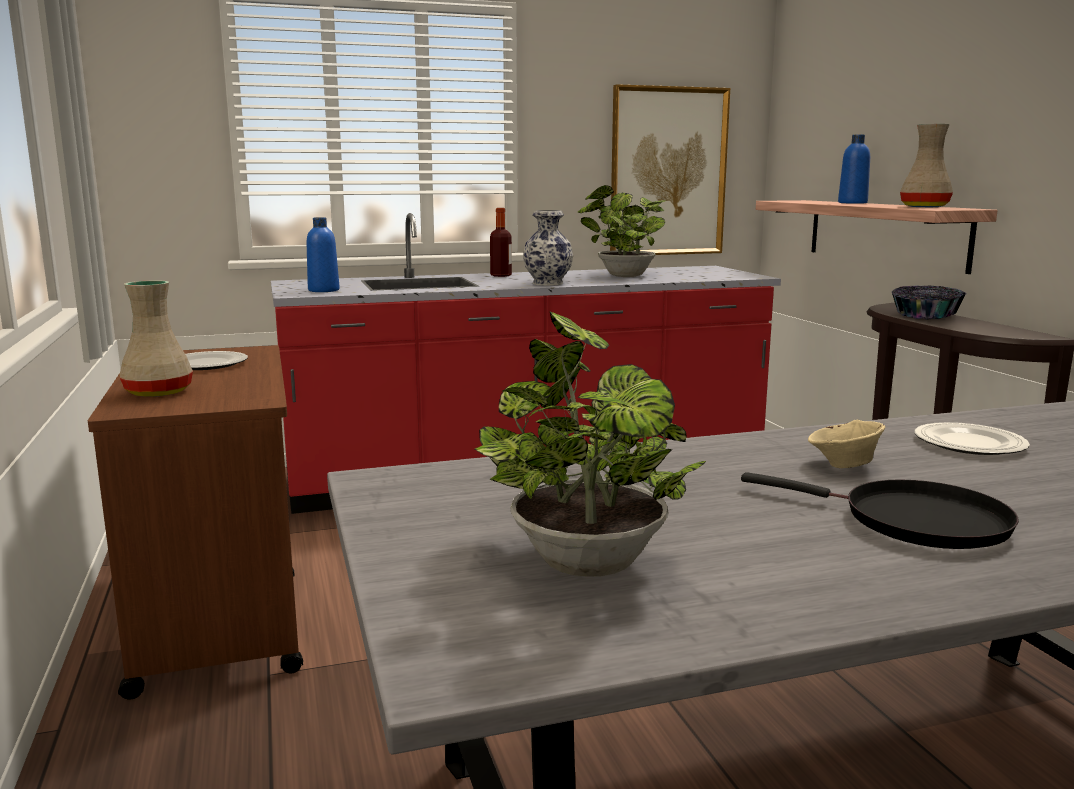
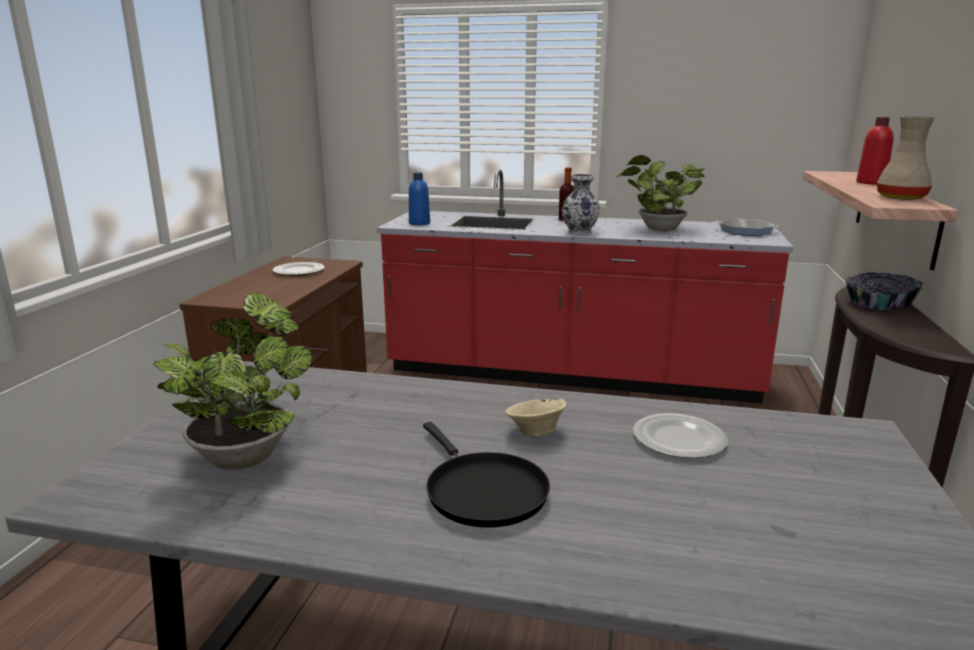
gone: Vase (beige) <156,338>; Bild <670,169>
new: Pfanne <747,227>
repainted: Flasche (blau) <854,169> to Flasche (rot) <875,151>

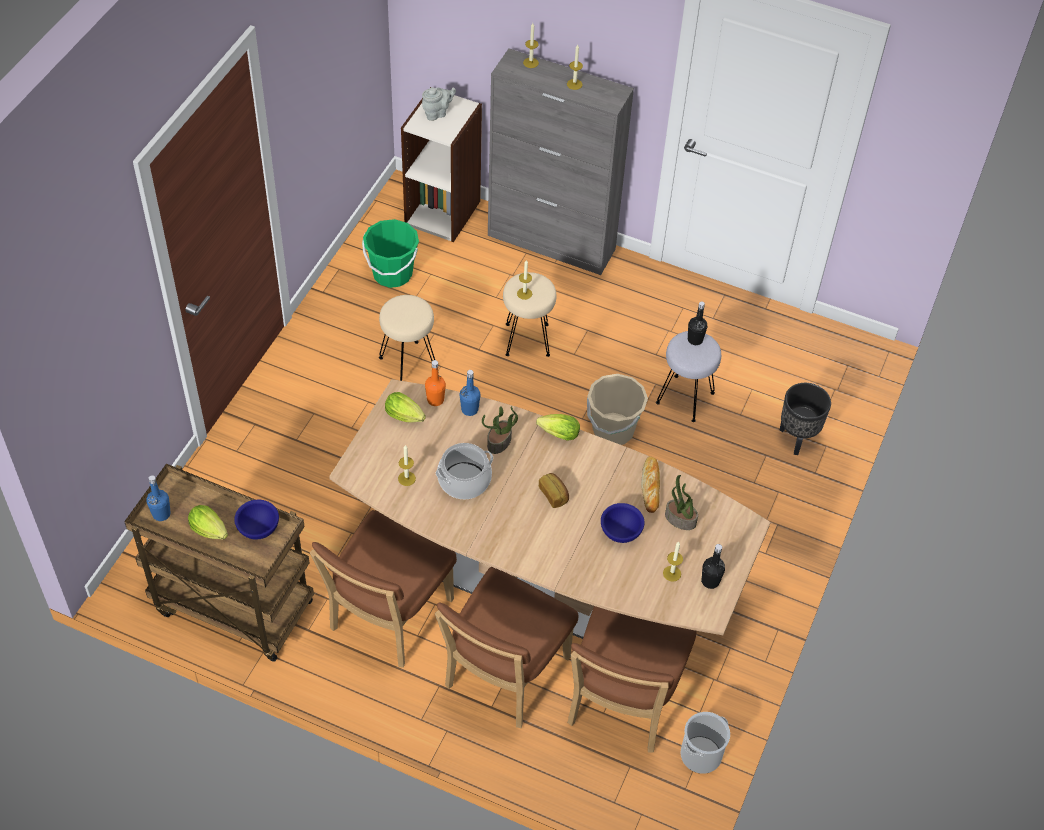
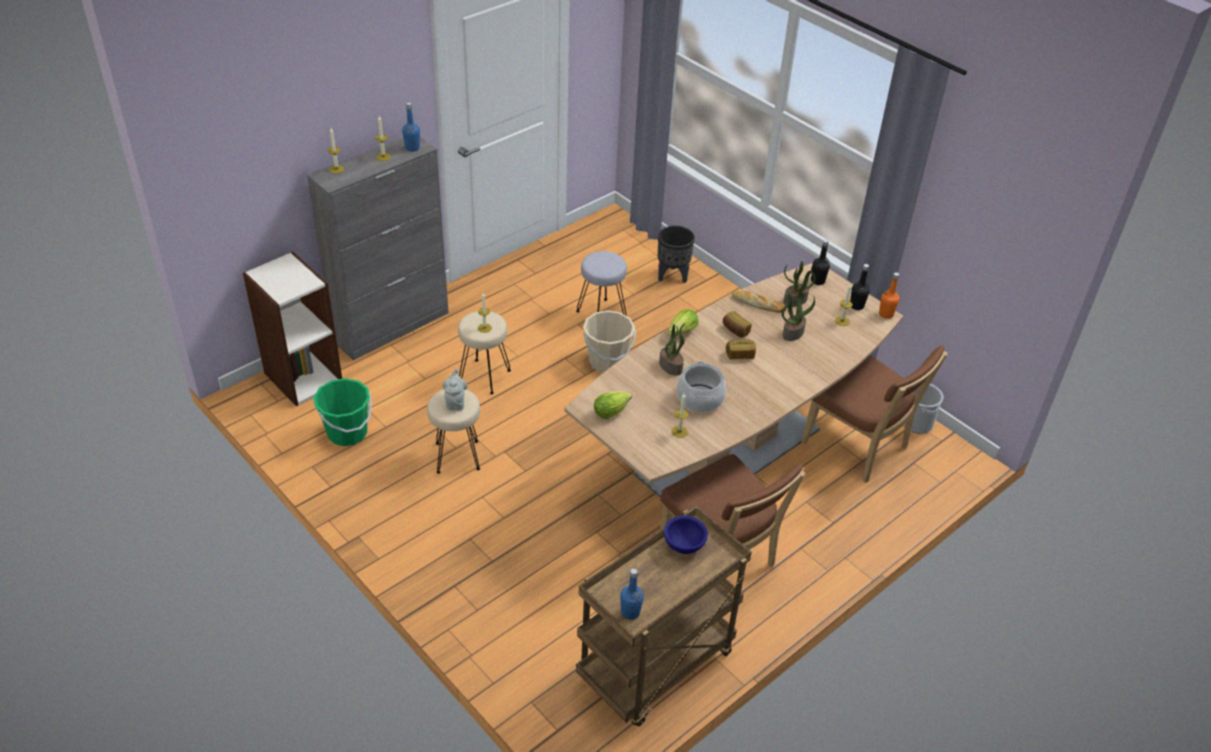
gone: Salatkopf <208,522>; Stuhl (braun) <506,647>
new: Brot <737,324>
shifted: Teekanne (grau) <439,104> to <454,389>; Flasche (orange) <435,383> to <889,295>; Flasche (blau) <470,393> to <411,127>; Flasche (schwarz) <697,323> to <820,262>
swapped: Schüssel (blau) <623,523> to Topfpflanze <798,315>

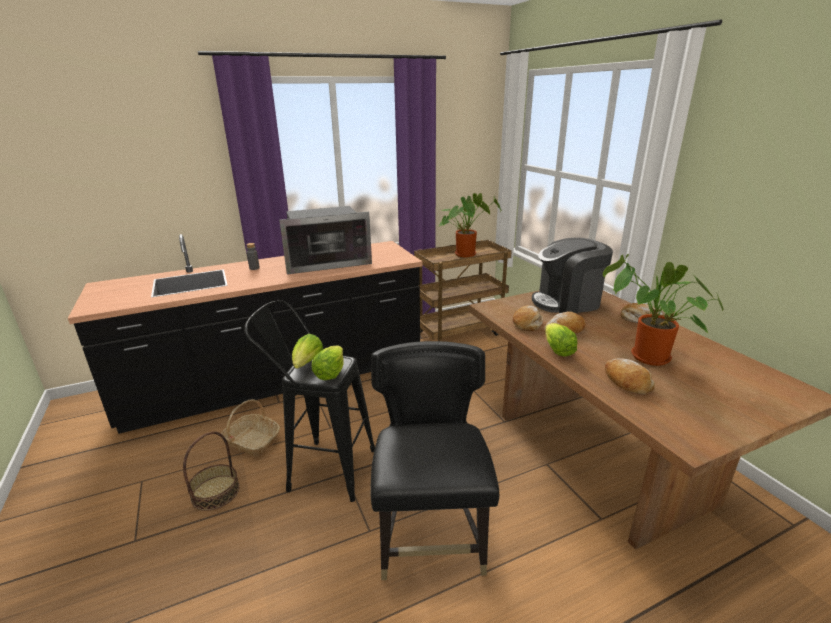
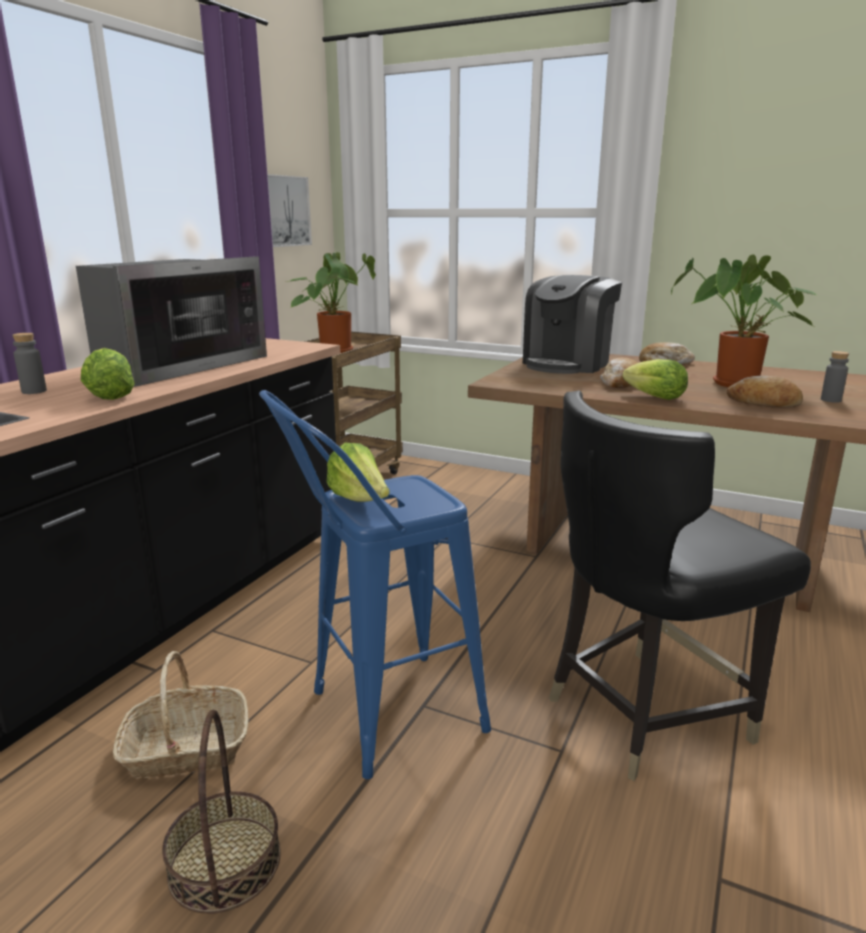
gone: Brot <528,318>
new: Bild <289,210>; Flasche (grau) <835,377>
shifted: Salatkopf <327,363> to <108,374>
repainted: Hocker (schwarz) <309,401> to Hocker (blau) <375,584>
rotated: Stuhl (schwarz) <434,460> = <680,586> 75 degrees counterclockwise

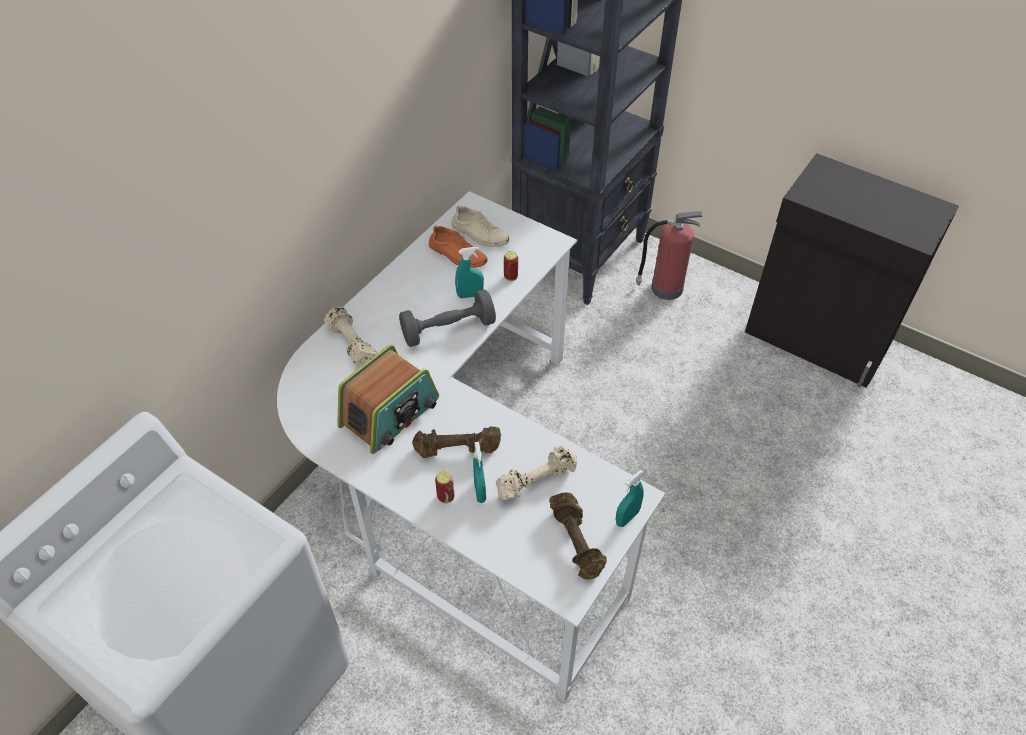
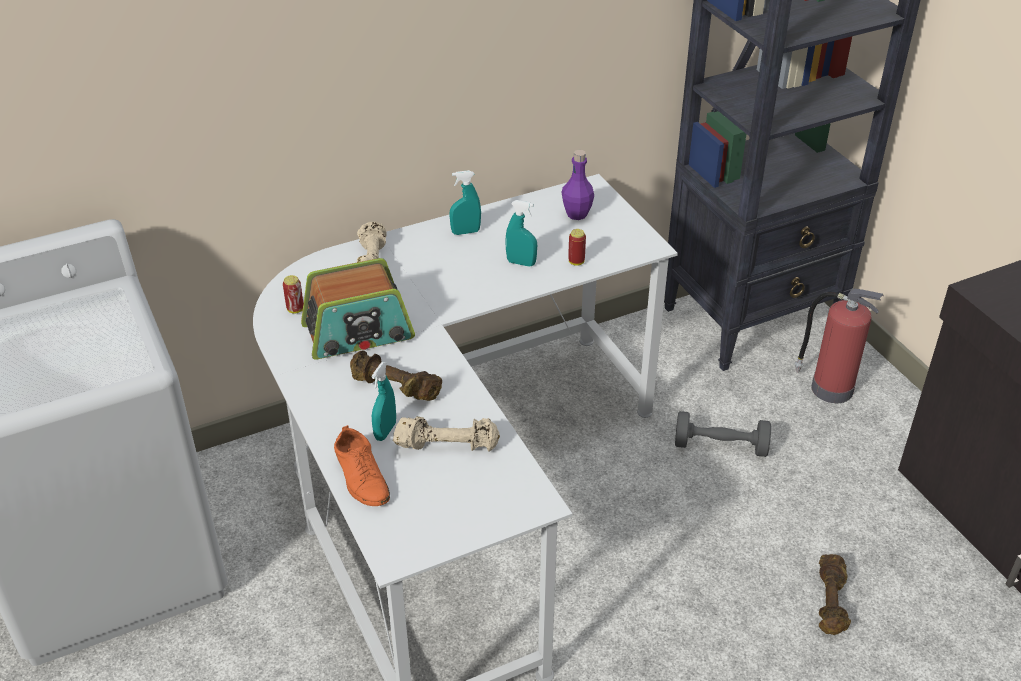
shifted: Hantel (grau) <447,318> to <723,434>; Schuh (orange) <458,246> to <362,465>; Dose <444,487> to <293,294>; Hantel (braun) <578,536> to <835,594>; Sprühflasche (türkis) <630,498> to <465,202>
swapped: Schuh (beige) <480,226> to Flasche (lila) <578,185>

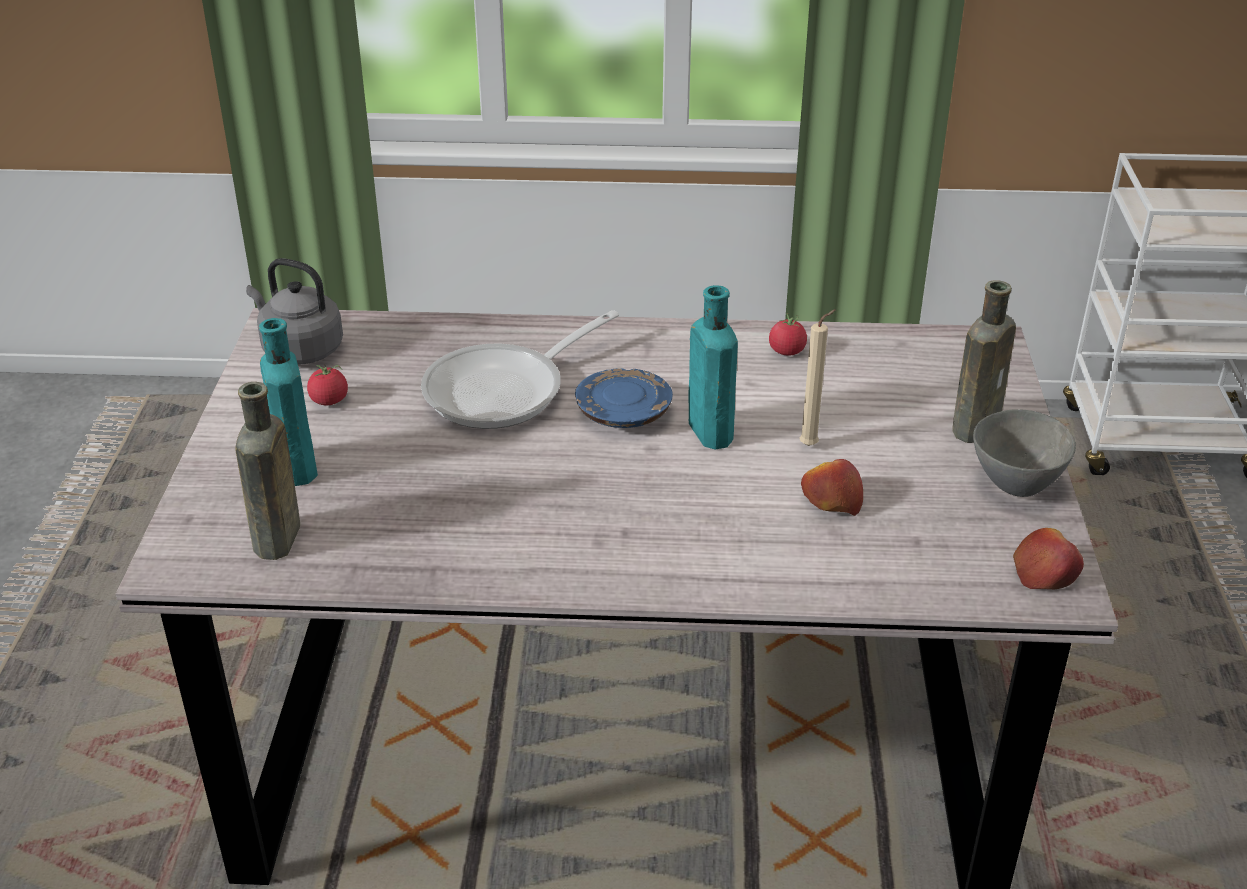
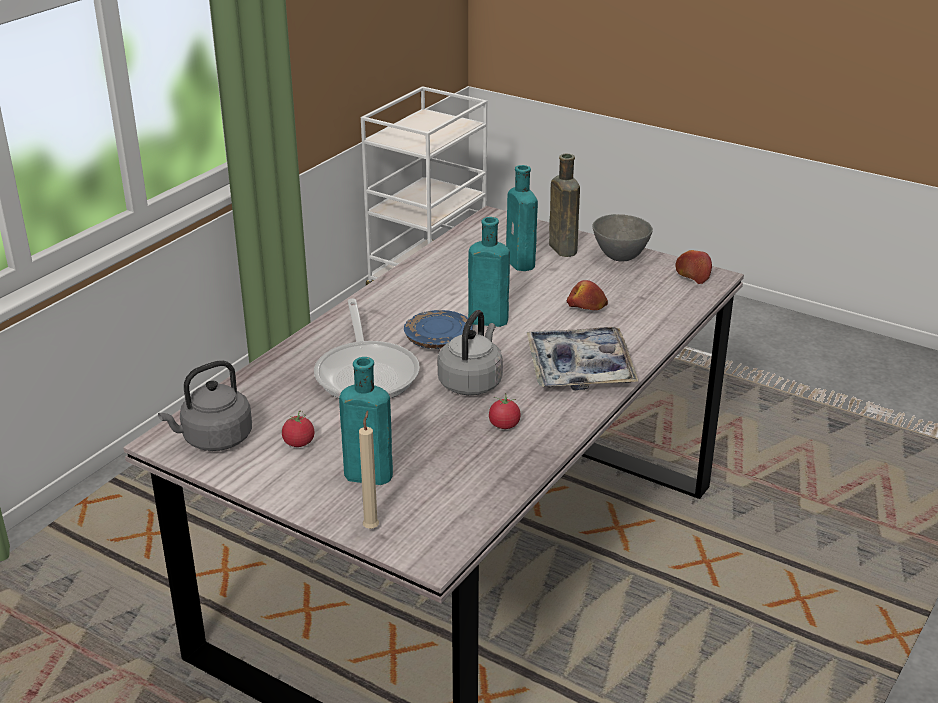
gone: Flasche (braun) <267,471>
new: Wasserkessel (grau) <470,352>; Flasche (türkis) <522,218>; Tablett <582,359>
shifted: Tomate <788,334> to <505,411>; Kerze (beige) <818,377> to <369,470>

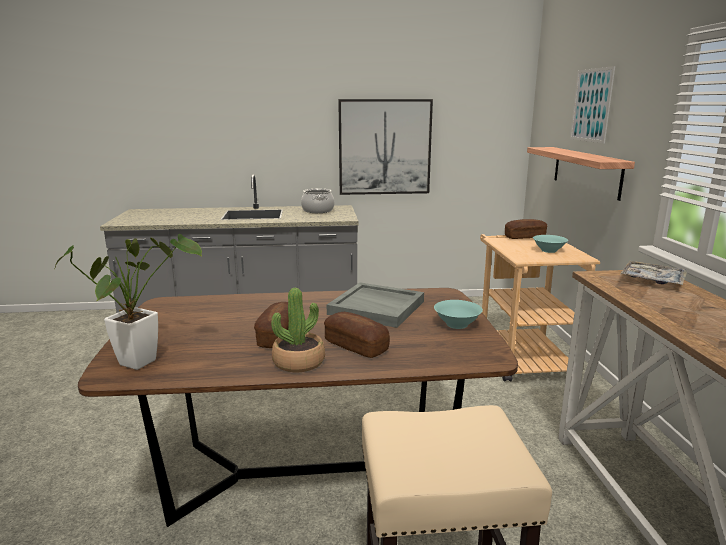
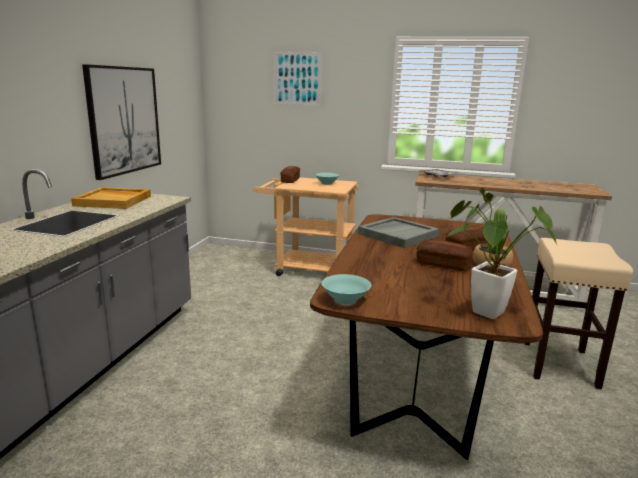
gone: Wandregal <581,174>
shifted: Schüssel (türkis) <458,314> to <346,289>
swapped: Kochtopf <318,201> to Tablett (beige) <111,198>

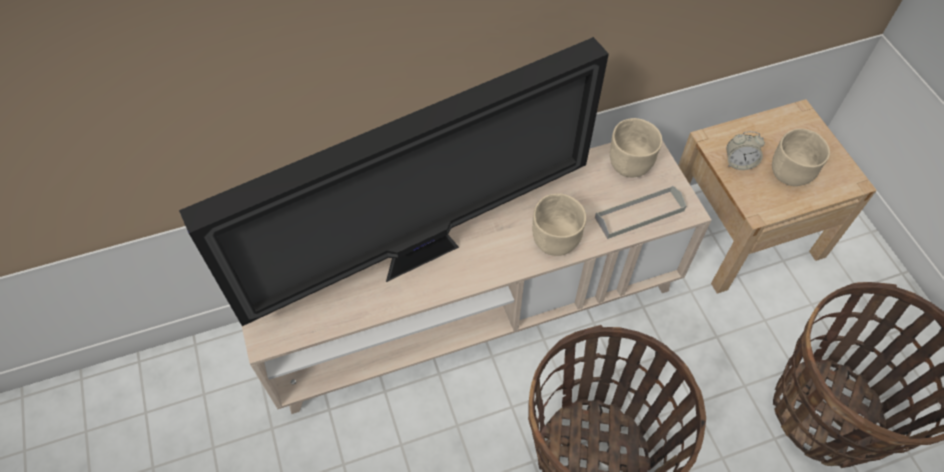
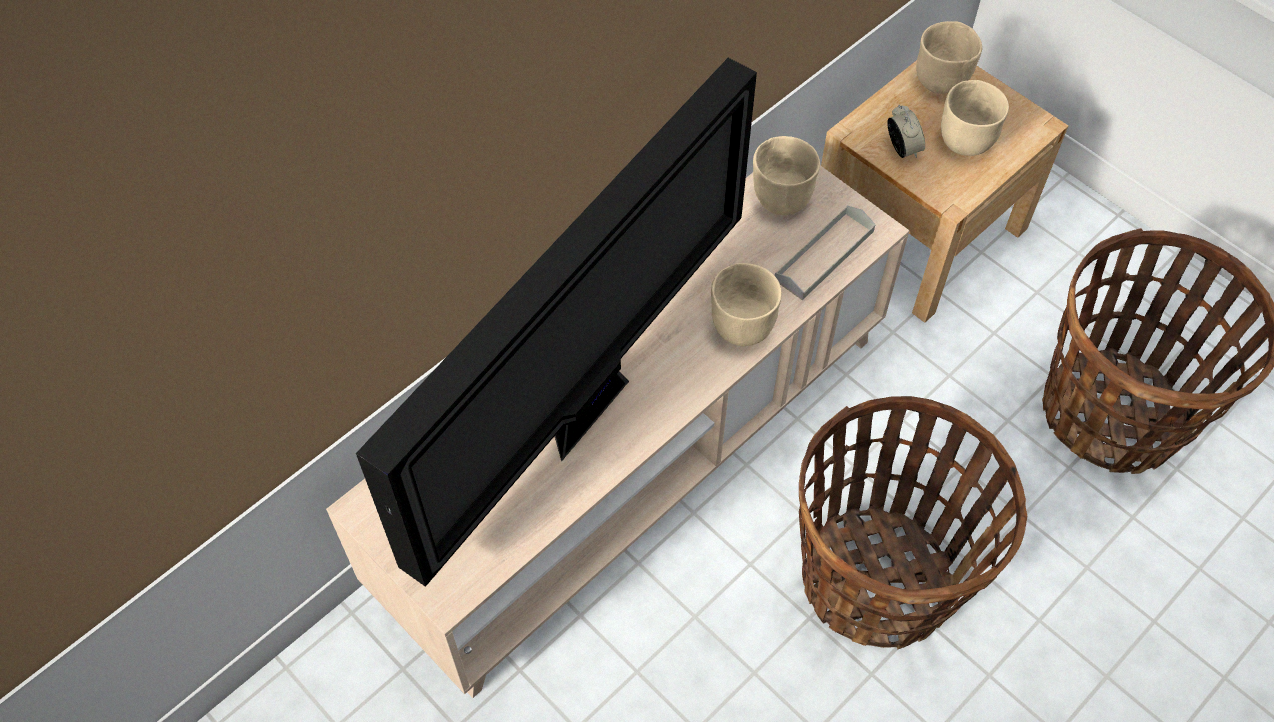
new: Schüssel (beige) <949,57>
rotated: Wecker <745,150> = <906,131> 90 degrees counterclockwise

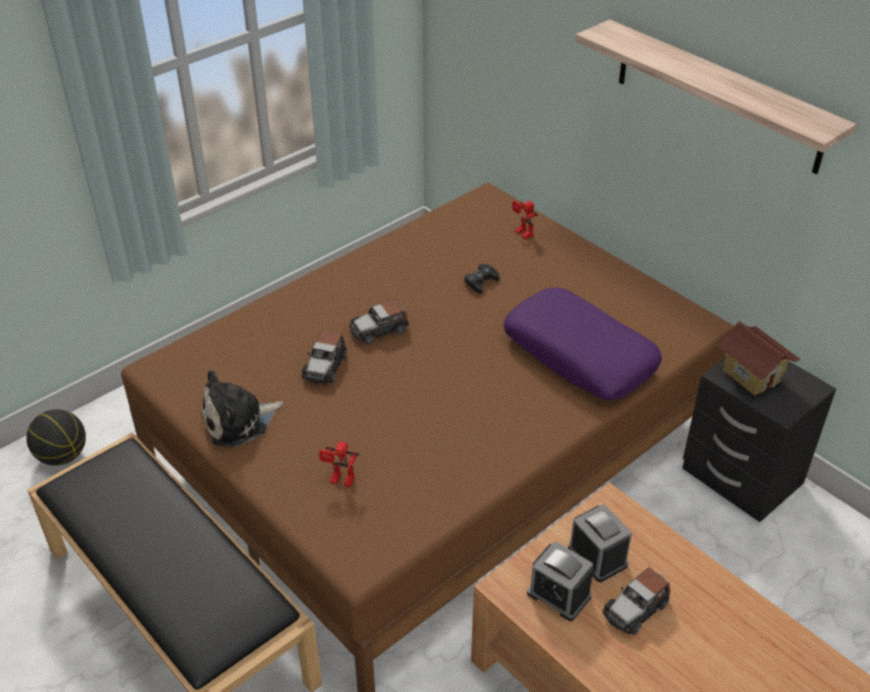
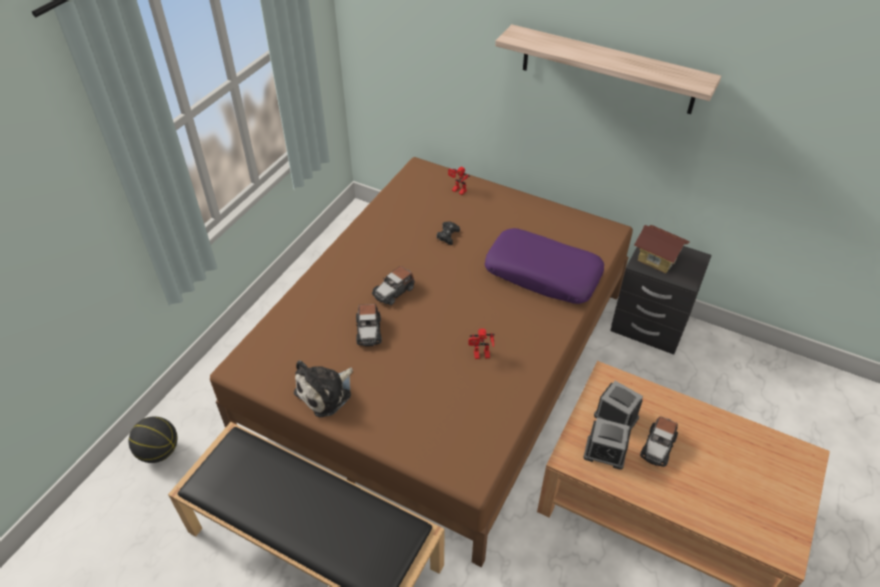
shifted: Spielzeugroboter <339,464> to <481,344>

